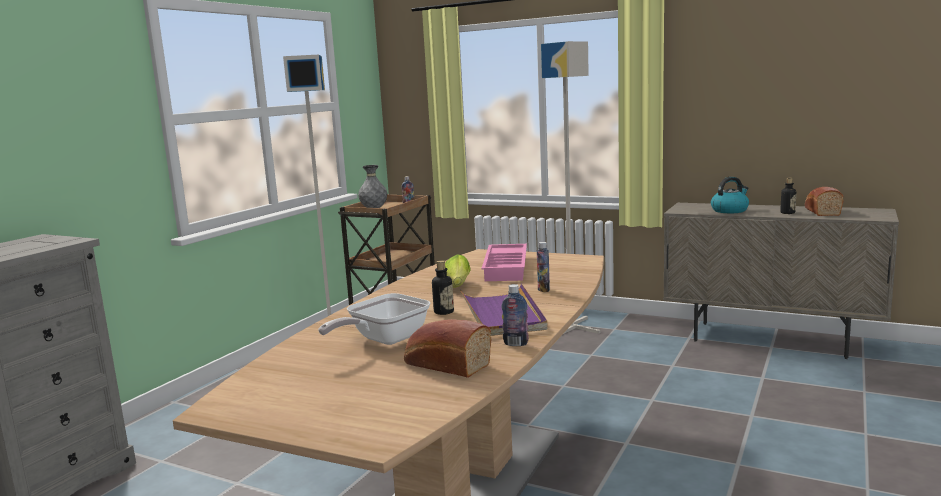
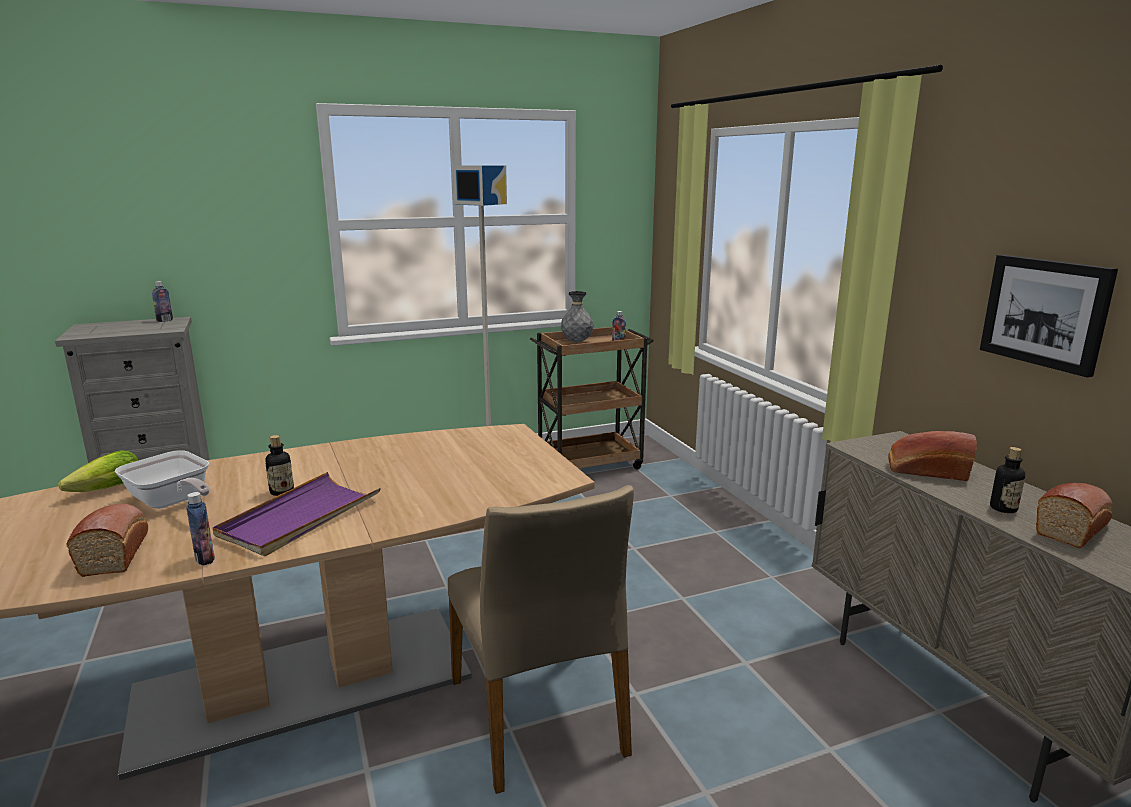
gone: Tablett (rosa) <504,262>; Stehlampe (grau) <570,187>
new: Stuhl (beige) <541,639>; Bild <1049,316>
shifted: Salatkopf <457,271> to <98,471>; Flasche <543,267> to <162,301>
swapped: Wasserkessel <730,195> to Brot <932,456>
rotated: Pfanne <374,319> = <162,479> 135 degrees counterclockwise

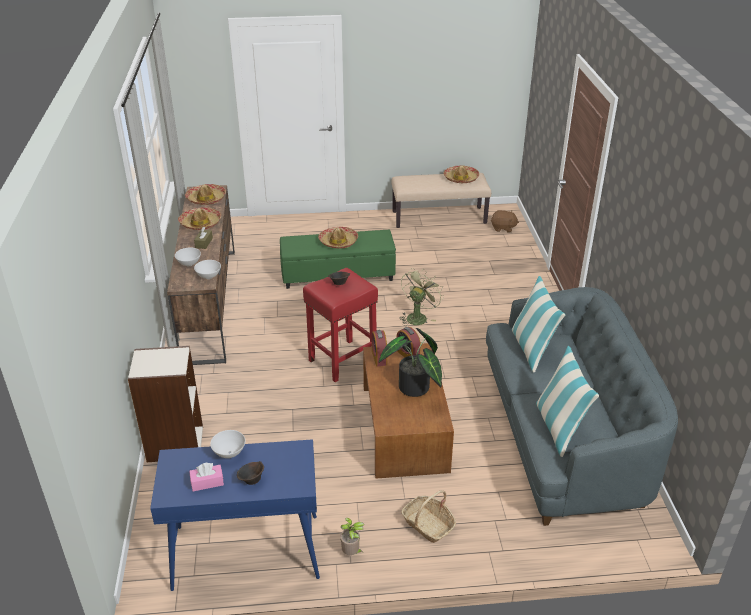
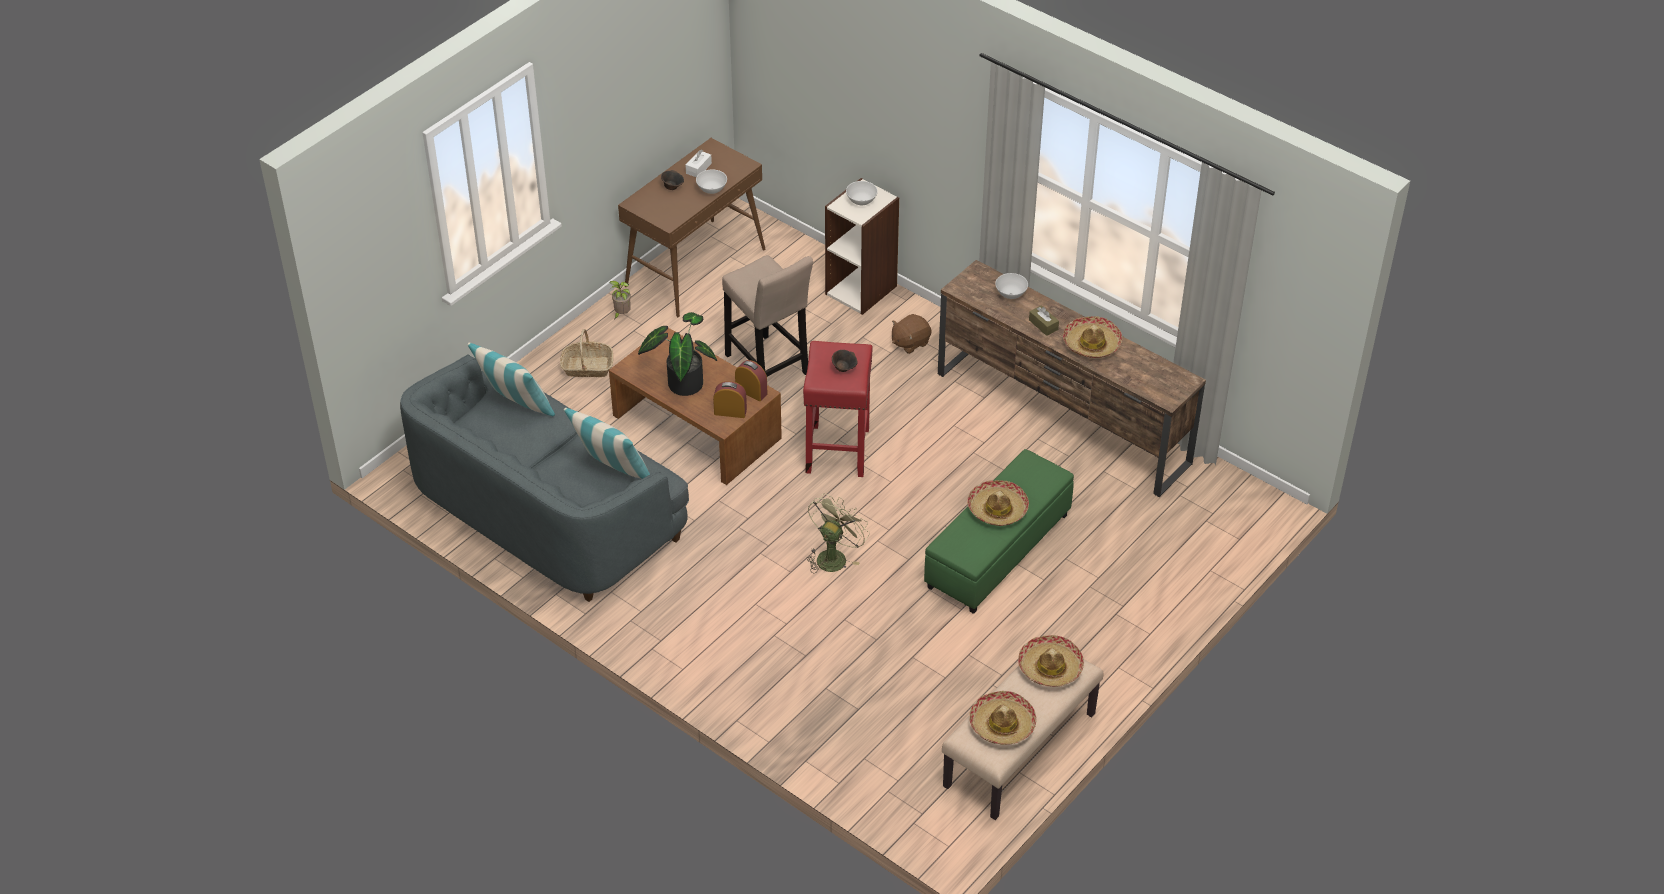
new: Hocker (beige) <767,315>
shifted: Hut <205,194> to <1051,661>; Schüssel (weiß) <207,269> to <862,193>; Plüschtier (braun) <505,221> to <911,334>
repainted: Konsolentisch (blau) <235,515> to Konsolentisch (braun) <691,227>; Taschentuchbox (rosa) <206,477> to Taschentuchbox (weiß) <699,163>
rotated: Ventilator (grün) <422,297> = <838,533> 135 degrees counterclockwise

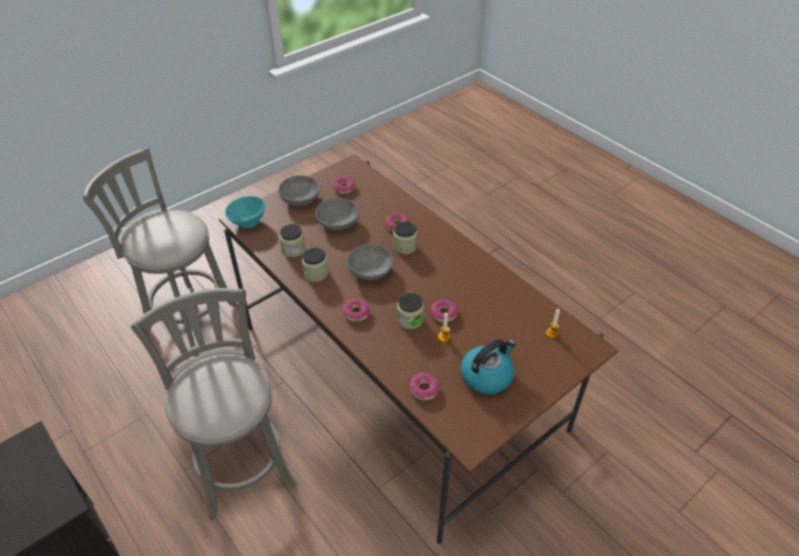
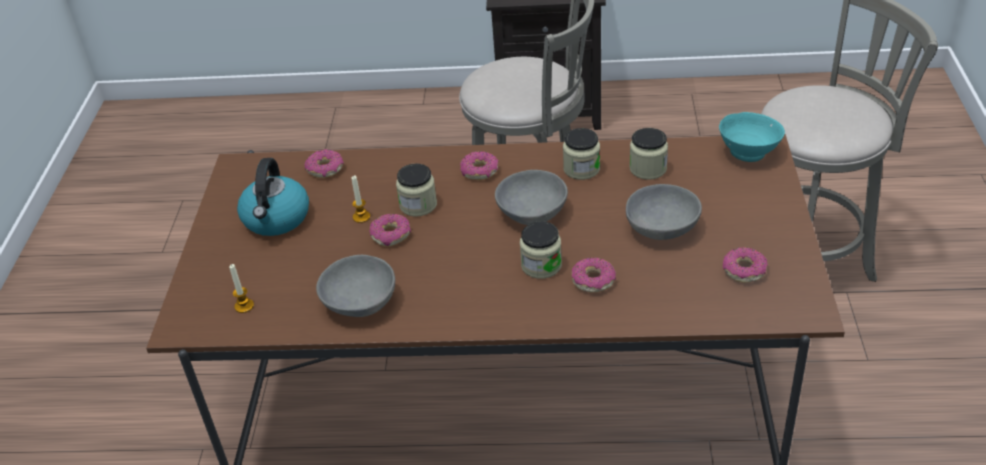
shifted: Schüssel (grau) <299,190> to <355,286>

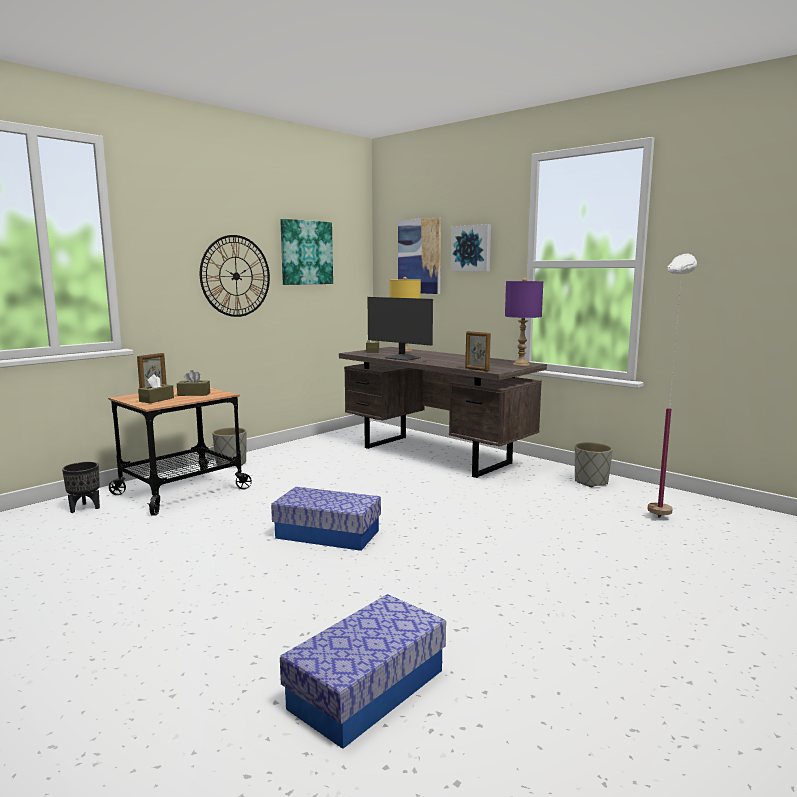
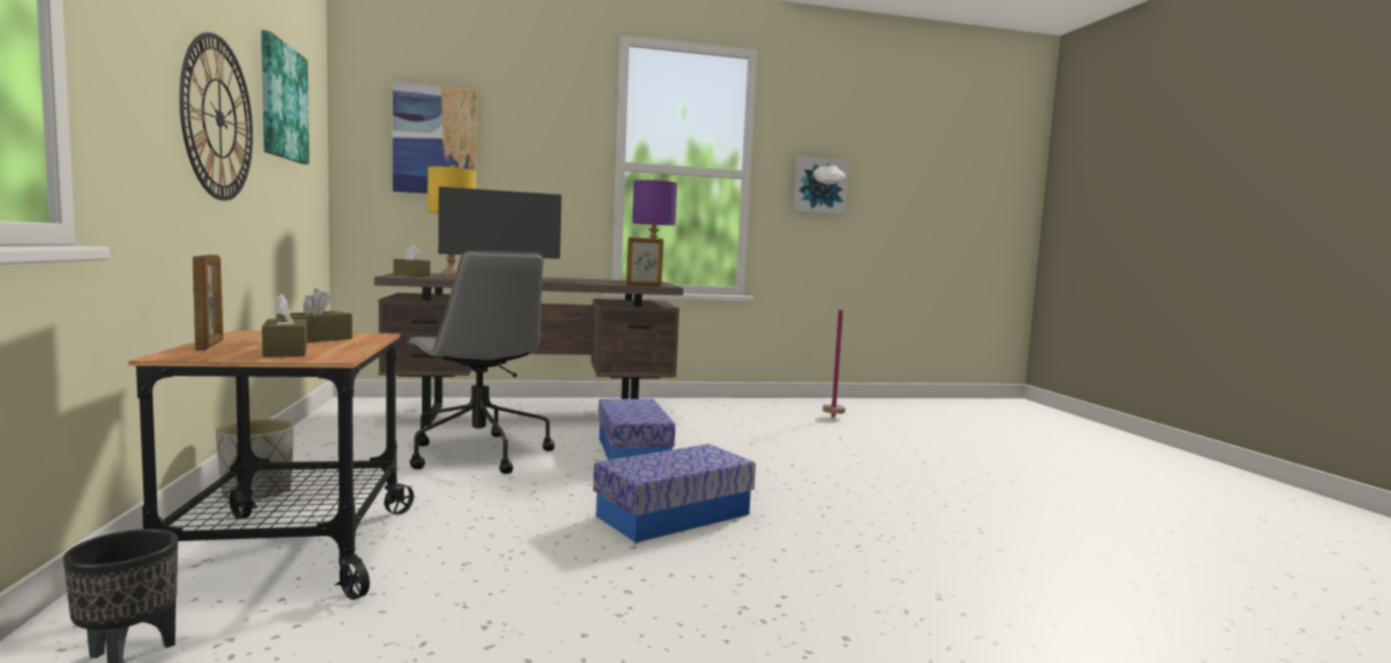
gone: Pflanzkübel (grau) <594,464>
new: Bürostuhl (grau) <481,362>
shifted: Aufbewahrungsbox <363,671> to <636,429>; Bild <471,247> to <821,185>

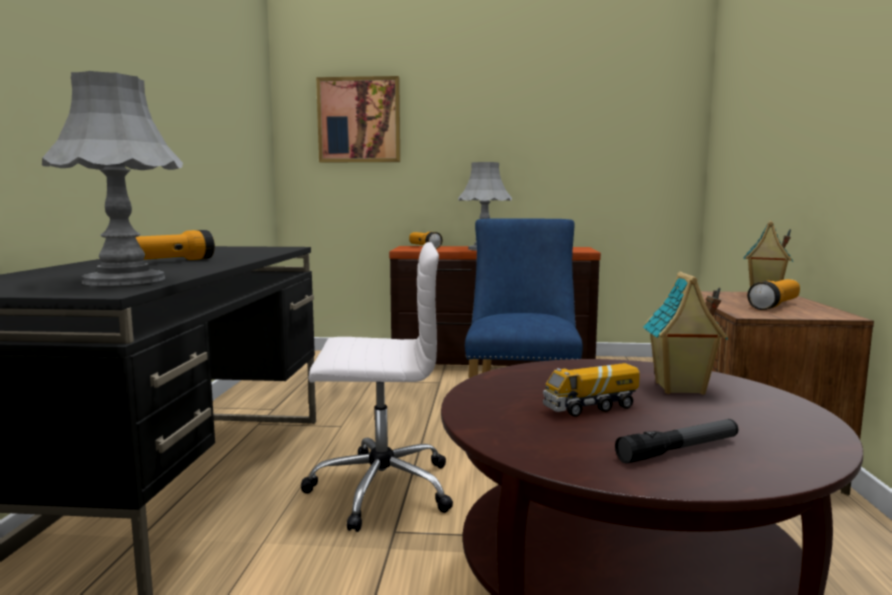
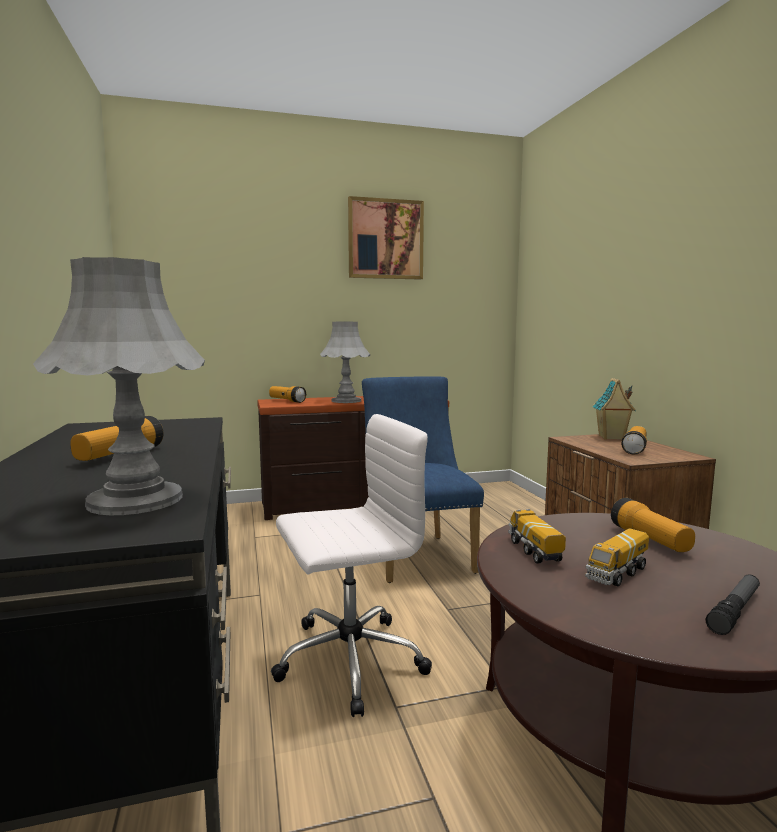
new: Spielzeuglaster <537,536>
shifted: Bild <358,119> to <386,238>
swapped: Spielzeughaus <685,333> to Taschenlampe <653,525>

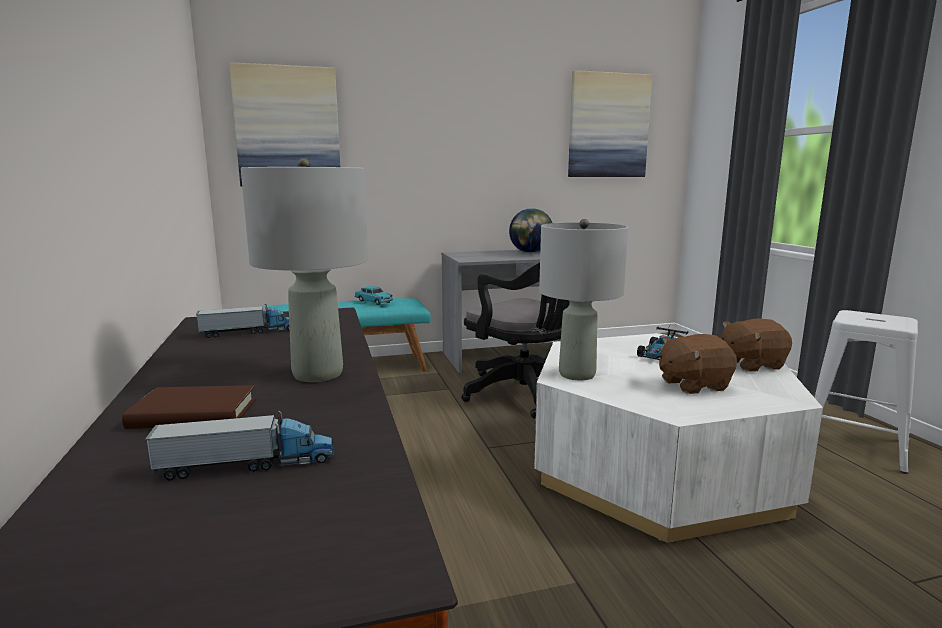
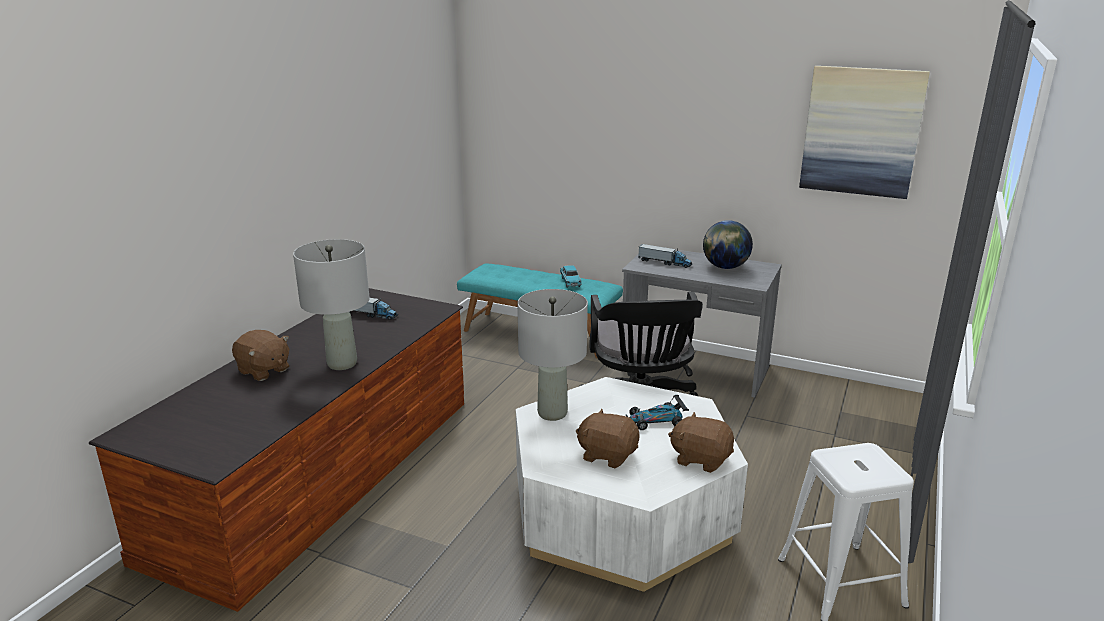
gone: Bild <284,124>
shifted: Spielzeuglaster <239,446> to <665,256>
swapped: Buch (braun) <189,407> to Plüschtier (braun) <260,355>

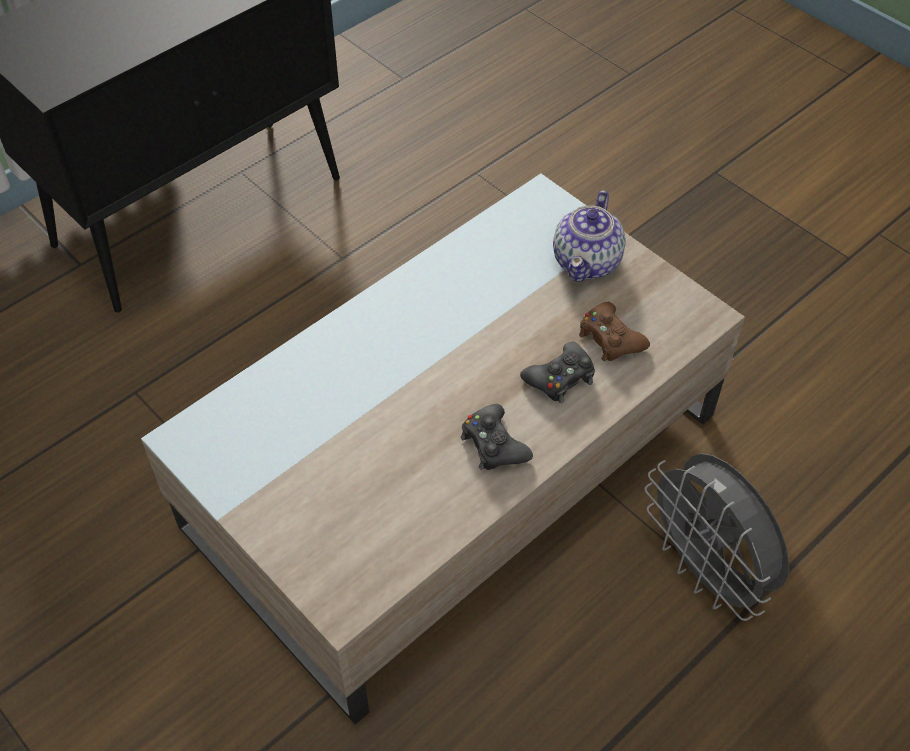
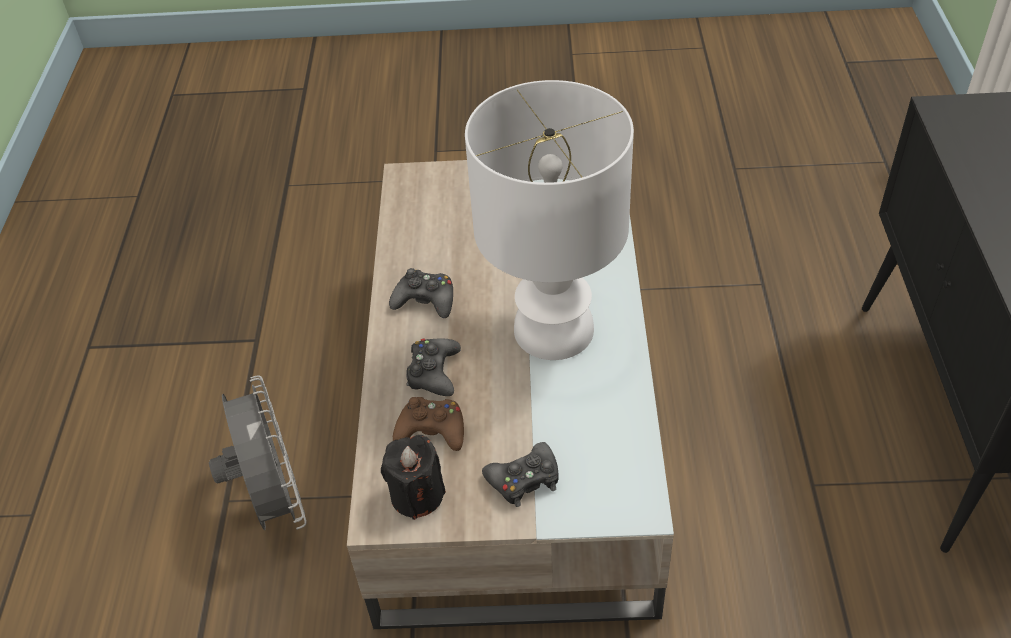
new: Kerze (schwarz) <413,477>; Tischlampe (weiß) <549,220>
swapped: Teekanne <589,236> to Gamepad (schwarz) <520,474>
rotated: Ventilator (grau) <716,537> = <258,452> 60 degrees clockwise

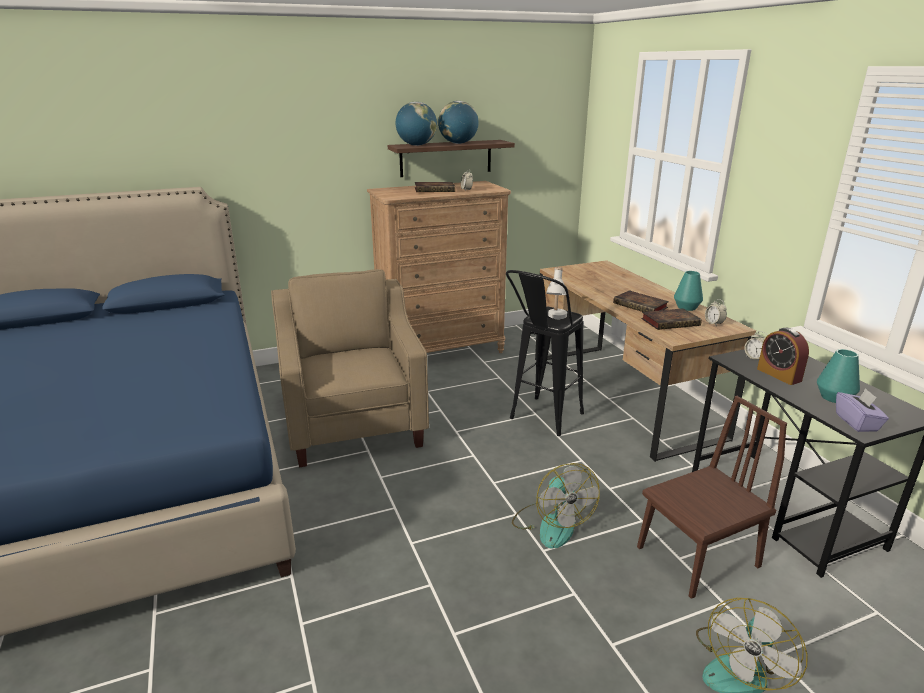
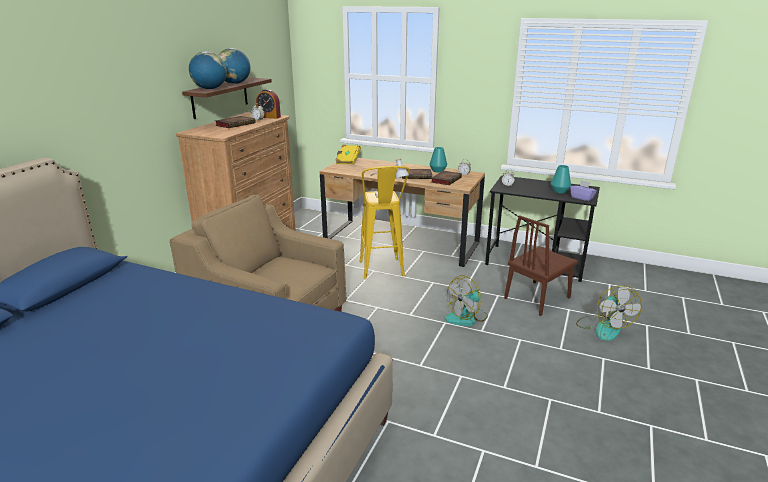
new: Buch (gelb) <348,154>
shifted: Wecker <783,356> to <268,104>
repainted: Hocker (schwarz) <545,353> to Hocker (gelb) <384,222>
rotated: Ventilator <556,506> = <466,300> 120 degrees clockwise; Stuhl (braun) <712,497> = <541,265> 150 degrees counterclockwise

